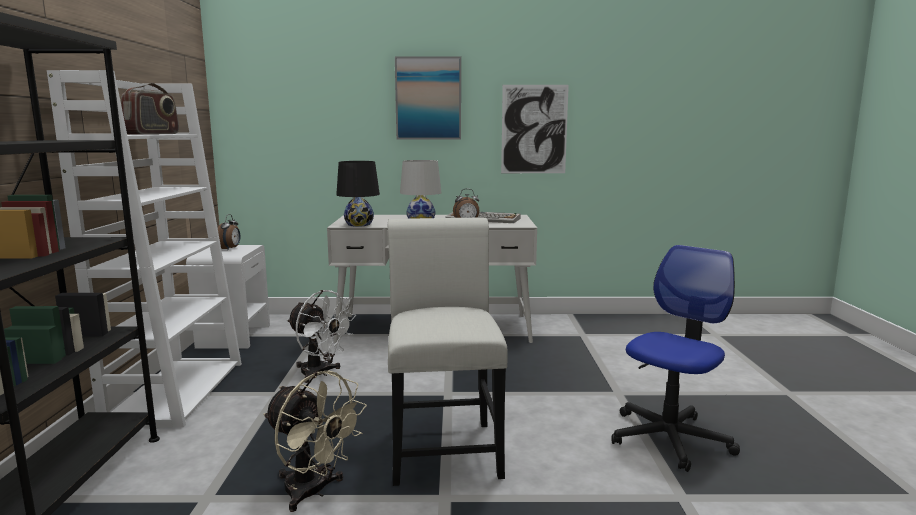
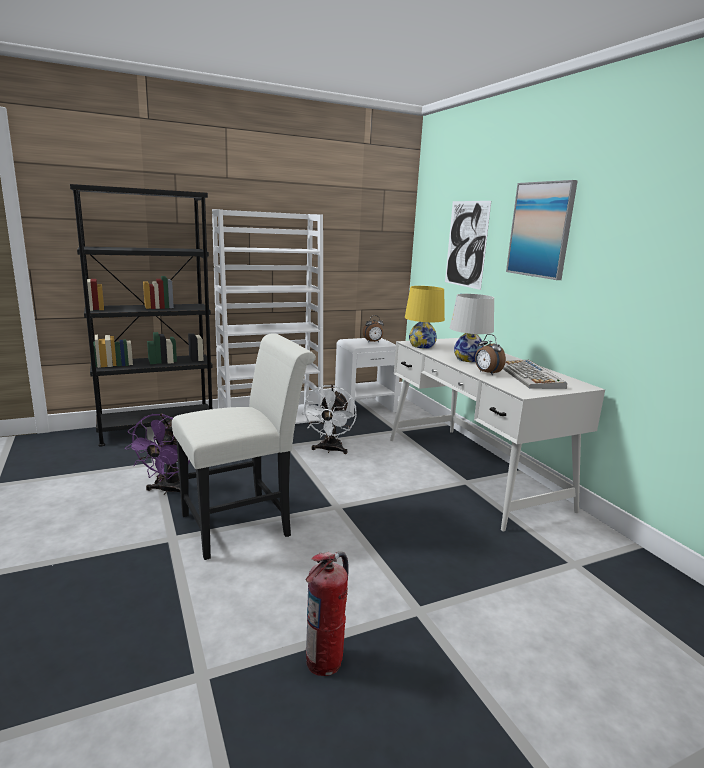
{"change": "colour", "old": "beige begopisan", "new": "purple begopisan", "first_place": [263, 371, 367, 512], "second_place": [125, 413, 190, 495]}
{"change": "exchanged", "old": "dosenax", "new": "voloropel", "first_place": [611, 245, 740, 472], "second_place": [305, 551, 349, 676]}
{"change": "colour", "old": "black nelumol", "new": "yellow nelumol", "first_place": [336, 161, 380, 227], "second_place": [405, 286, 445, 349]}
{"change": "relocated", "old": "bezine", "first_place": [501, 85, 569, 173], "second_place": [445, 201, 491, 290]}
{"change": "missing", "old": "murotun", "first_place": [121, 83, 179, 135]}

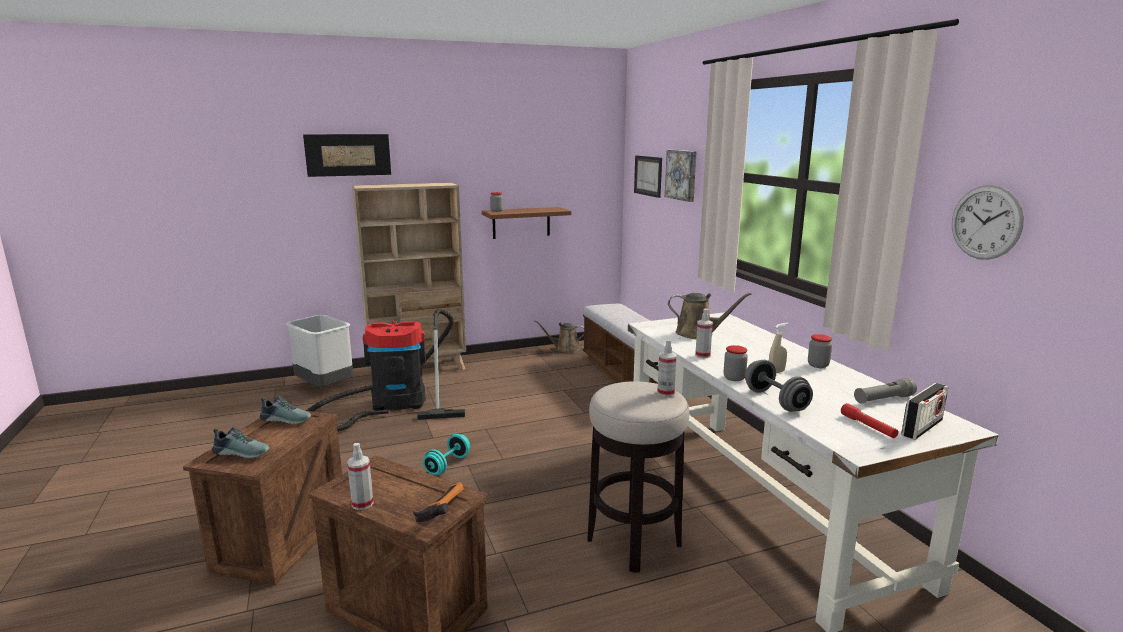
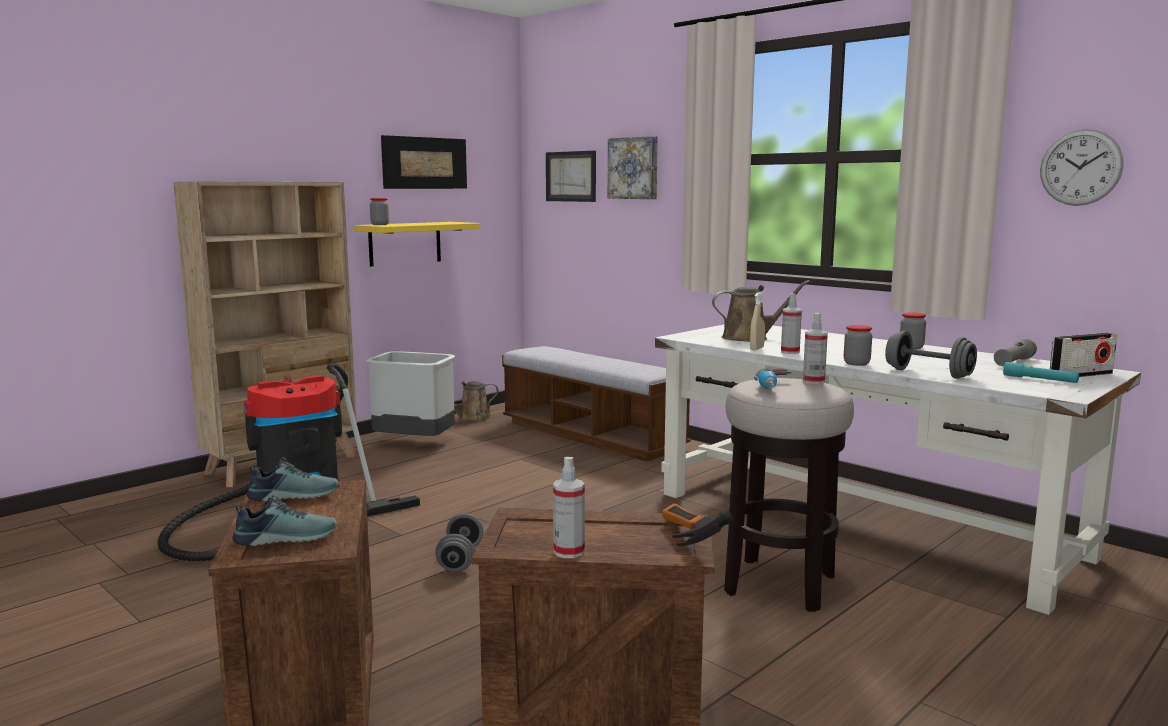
{"change": "colour", "old": "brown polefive", "new": "yellow polefive", "first_place": [482, 207, 572, 239], "second_place": [354, 222, 480, 267]}
{"change": "relocated", "old": "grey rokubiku", "first_place": [286, 315, 353, 386], "second_place": [367, 351, 455, 436]}
{"change": "relocated", "old": "bezine", "first_place": [303, 134, 391, 177], "second_place": [381, 135, 467, 189]}
{"change": "colour", "old": "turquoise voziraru", "new": "grey voziraru", "first_place": [423, 434, 470, 475], "second_place": [435, 513, 483, 572]}
{"change": "relocated", "old": "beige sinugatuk", "first_place": [769, 323, 788, 373], "second_place": [750, 291, 765, 350]}
{"change": "appeared", "new": "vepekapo", "second_place": [754, 368, 791, 389]}
{"change": "colour", "old": "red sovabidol", "new": "turquoise sovabidol", "first_place": [841, 403, 898, 438], "second_place": [1003, 362, 1079, 383]}
{"change": "spun", "old": "murotun", "first_place": [901, 383, 948, 440], "second_place": [1050, 333, 1117, 377], "degrees": 45}

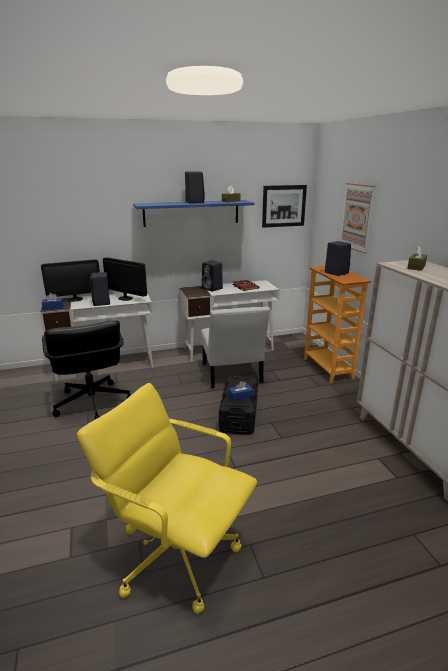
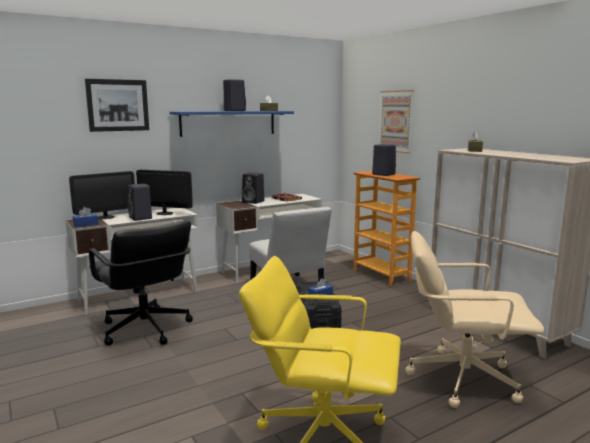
{"change": "relocated", "old": "bezine", "first_place": [262, 185, 307, 228], "second_place": [85, 79, 149, 132]}
{"change": "appeared", "new": "beige dosenax", "second_place": [405, 231, 545, 408]}

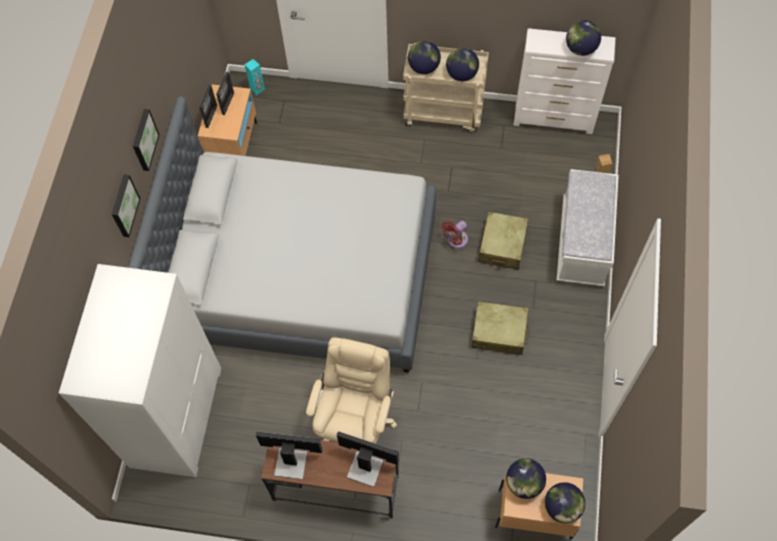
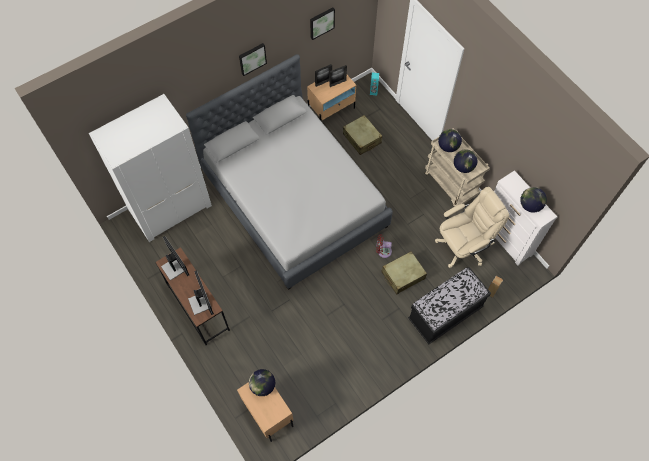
{"change": "relocated", "old": "bezine", "first_place": [112, 174, 140, 237], "second_place": [310, 7, 335, 40]}
{"change": "relocated", "old": "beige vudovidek", "first_place": [472, 301, 529, 355], "second_place": [343, 115, 382, 155]}
{"change": "colour", "old": "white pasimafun", "new": "black pasimafun", "first_place": [556, 169, 619, 286], "second_place": [408, 267, 491, 344]}
{"change": "relocated", "old": "beige dosenax", "first_place": [306, 337, 397, 444], "second_place": [435, 187, 509, 268]}
{"change": "missing", "old": "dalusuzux", "first_place": [545, 482, 585, 524]}

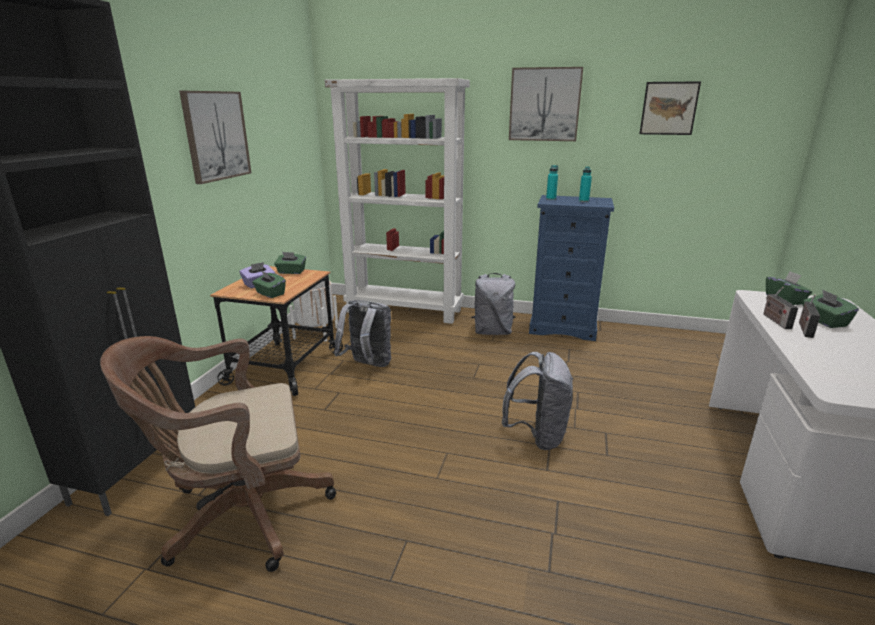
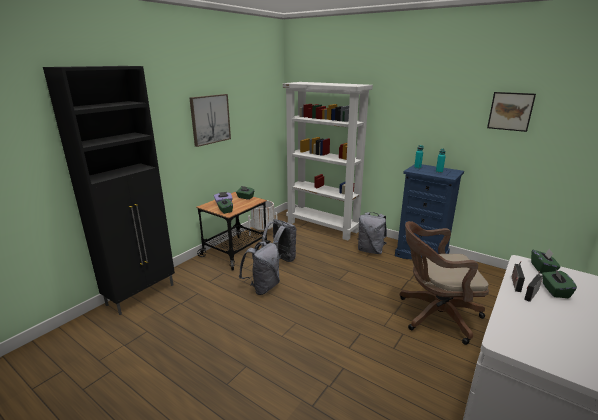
{"change": "relocated", "old": "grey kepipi", "first_place": [501, 352, 573, 450], "second_place": [239, 241, 280, 295]}
{"change": "relocated", "old": "brown dosenax", "first_place": [100, 336, 336, 572], "second_place": [400, 221, 489, 345]}
{"change": "missing", "old": "bezine", "first_place": [509, 67, 583, 141]}

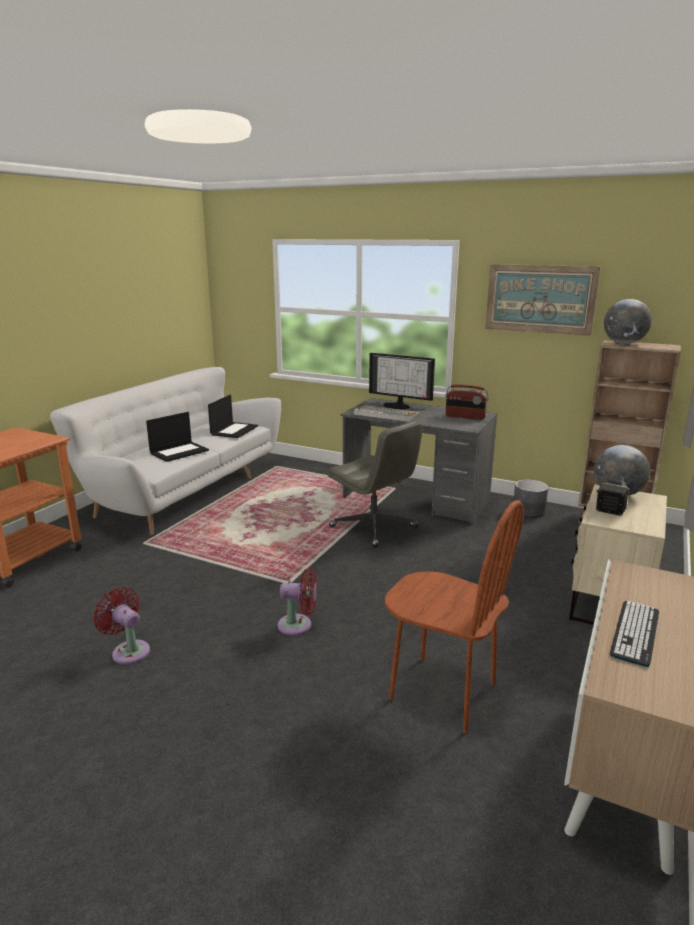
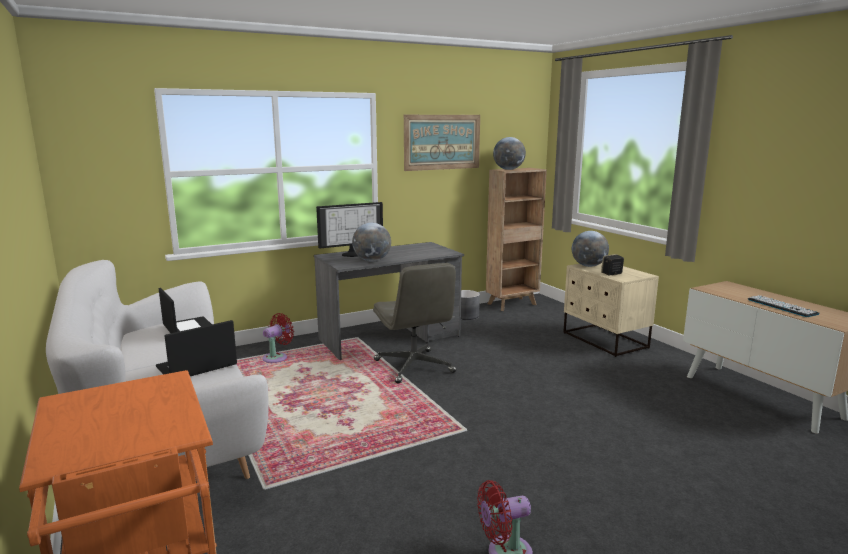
{"change": "spun", "old": "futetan", "first_place": [146, 412, 209, 462], "second_place": [156, 320, 237, 376], "degrees": -120}
{"change": "relocated", "old": "red begopisan", "first_place": [278, 568, 317, 636], "second_place": [262, 313, 294, 363]}
{"change": "exchanged", "old": "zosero", "new": "dalusuzux", "first_place": [354, 405, 420, 422], "second_place": [352, 223, 391, 262]}
{"change": "spun", "old": "grey dosenax", "first_place": [328, 421, 423, 547], "second_place": [373, 263, 456, 384], "degrees": 75}
{"change": "missing", "old": "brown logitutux", "first_place": [385, 500, 524, 733]}
{"change": "missing", "old": "murotun", "first_place": [446, 385, 489, 420]}

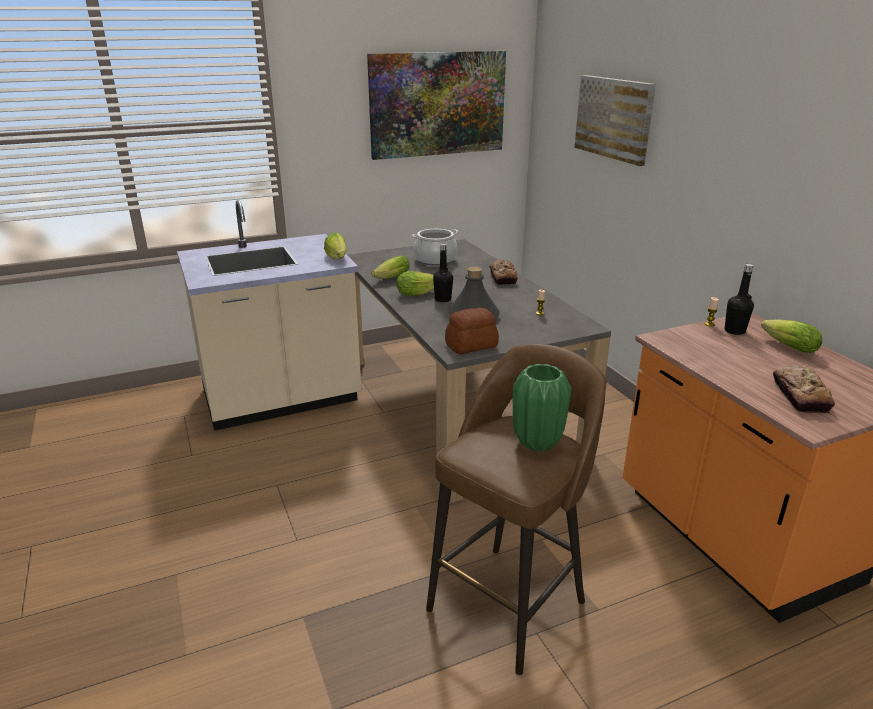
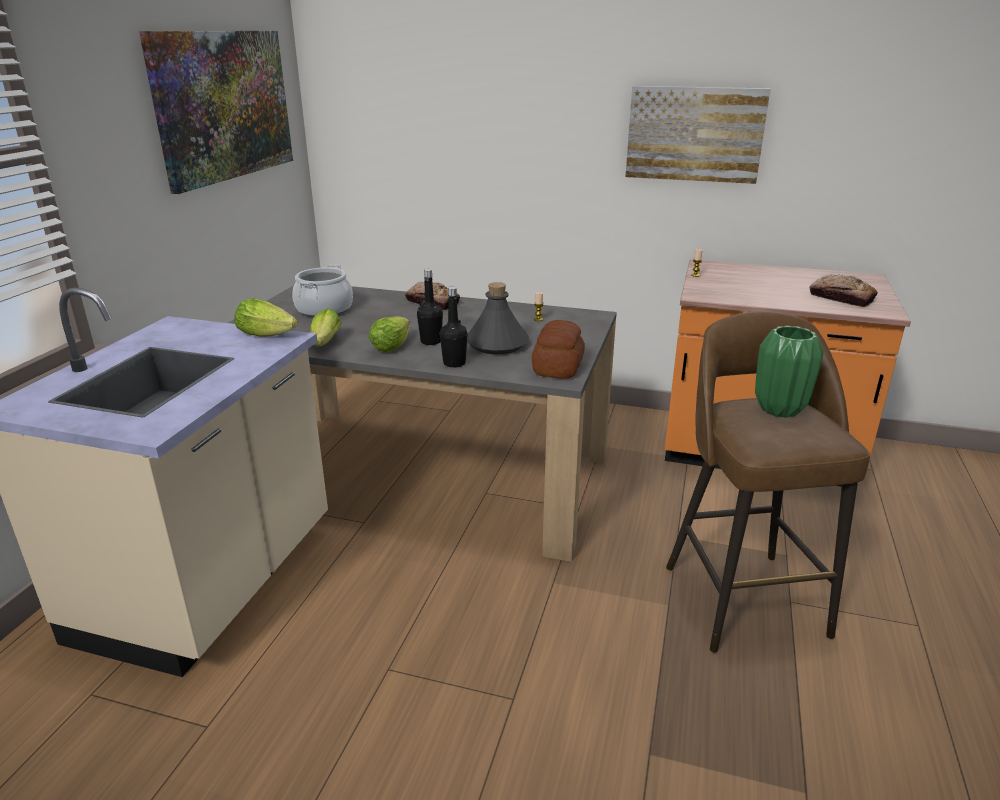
{"change": "relocated", "old": "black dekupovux", "first_place": [725, 264, 754, 335], "second_place": [440, 286, 468, 368]}
{"change": "relocated", "old": "bezine", "first_place": [575, 75, 656, 166], "second_place": [625, 86, 771, 184]}
{"change": "missing", "old": "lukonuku", "first_place": [761, 320, 822, 353]}

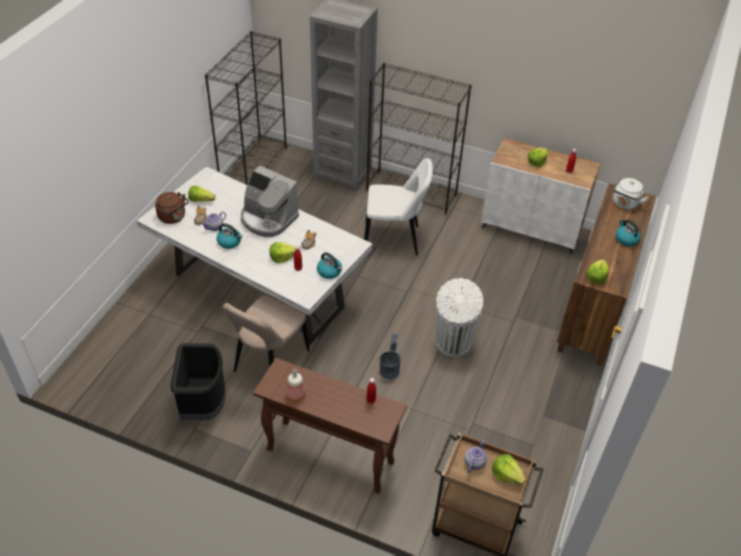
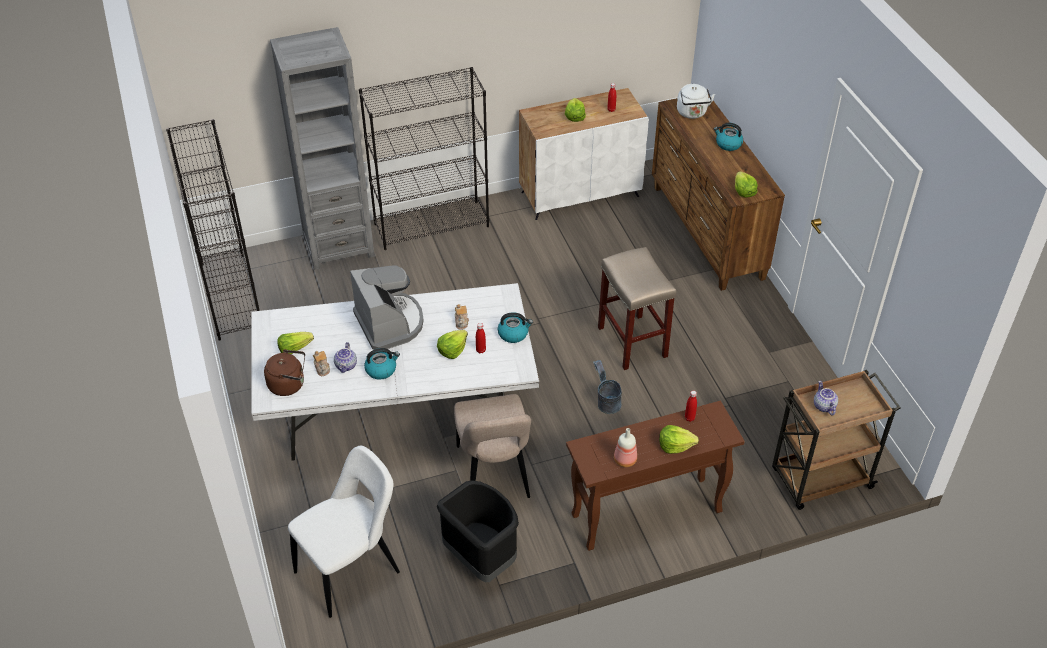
{"change": "relocated", "old": "white logitutux", "first_place": [364, 158, 433, 255], "second_place": [288, 446, 400, 618]}
{"change": "spun", "old": "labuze", "first_place": [241, 166, 299, 237], "second_place": [350, 265, 424, 349], "degrees": -105}
{"change": "exchanged", "old": "white rokubiku", "new": "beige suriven", "first_place": [436, 278, 484, 357], "second_place": [598, 247, 676, 370]}
{"change": "relocated", "old": "lukonuku", "first_place": [492, 454, 526, 485], "second_place": [659, 425, 699, 454]}

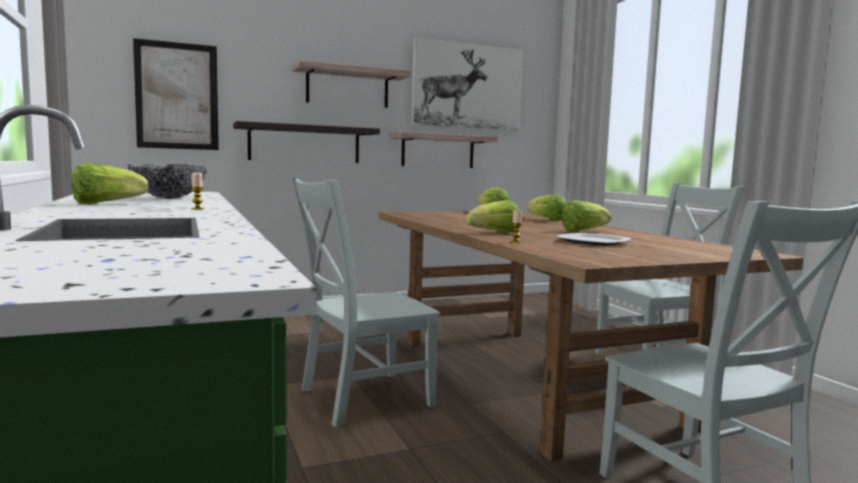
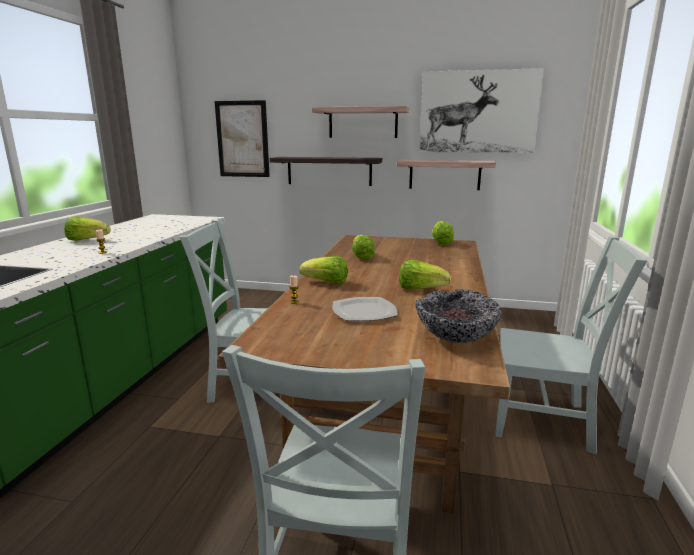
{"change": "relocated", "old": "lukonuku", "first_place": [526, 195, 567, 221], "second_place": [352, 235, 375, 260]}
{"change": "relocated", "old": "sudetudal", "first_place": [128, 164, 207, 199], "second_place": [416, 289, 502, 343]}

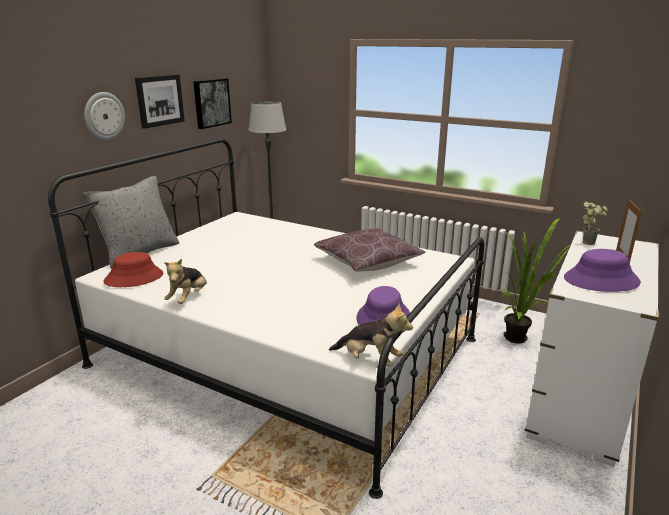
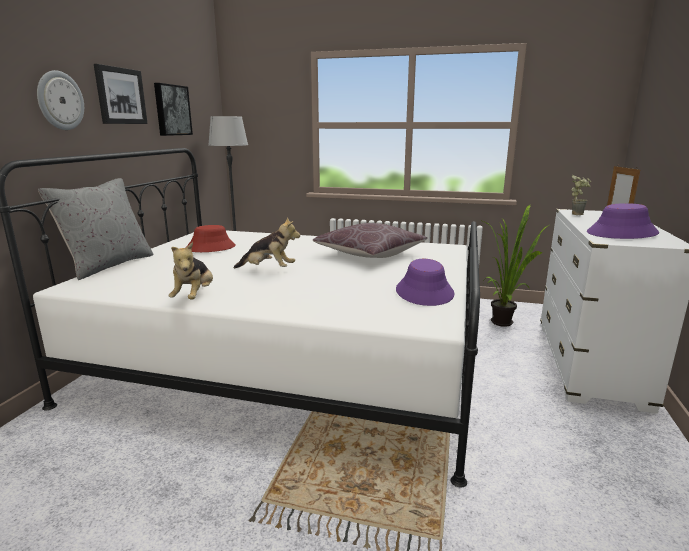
{"change": "relocated", "old": "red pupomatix", "first_place": [104, 252, 163, 287], "second_place": [186, 225, 236, 252]}
{"change": "relocated", "old": "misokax", "first_place": [329, 303, 413, 366], "second_place": [233, 217, 300, 268]}

